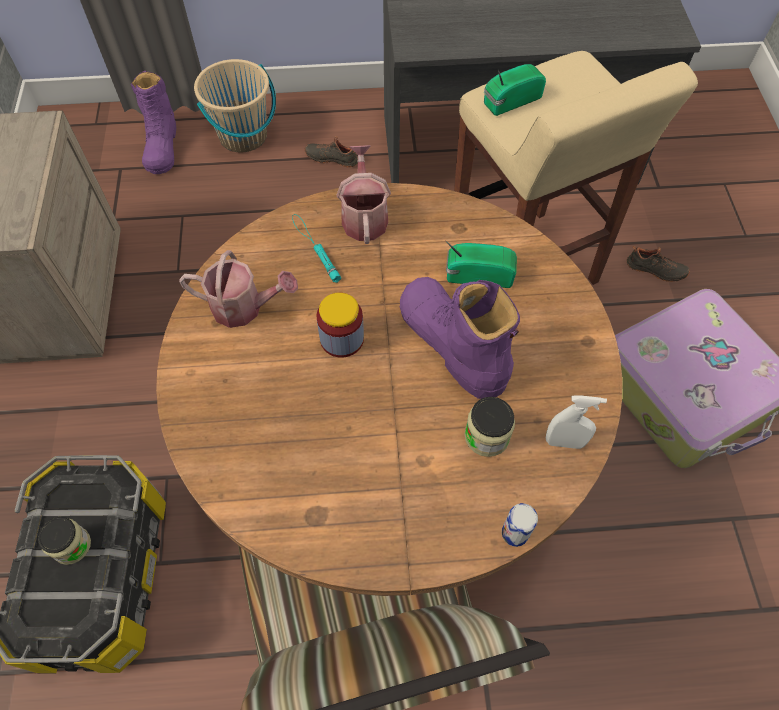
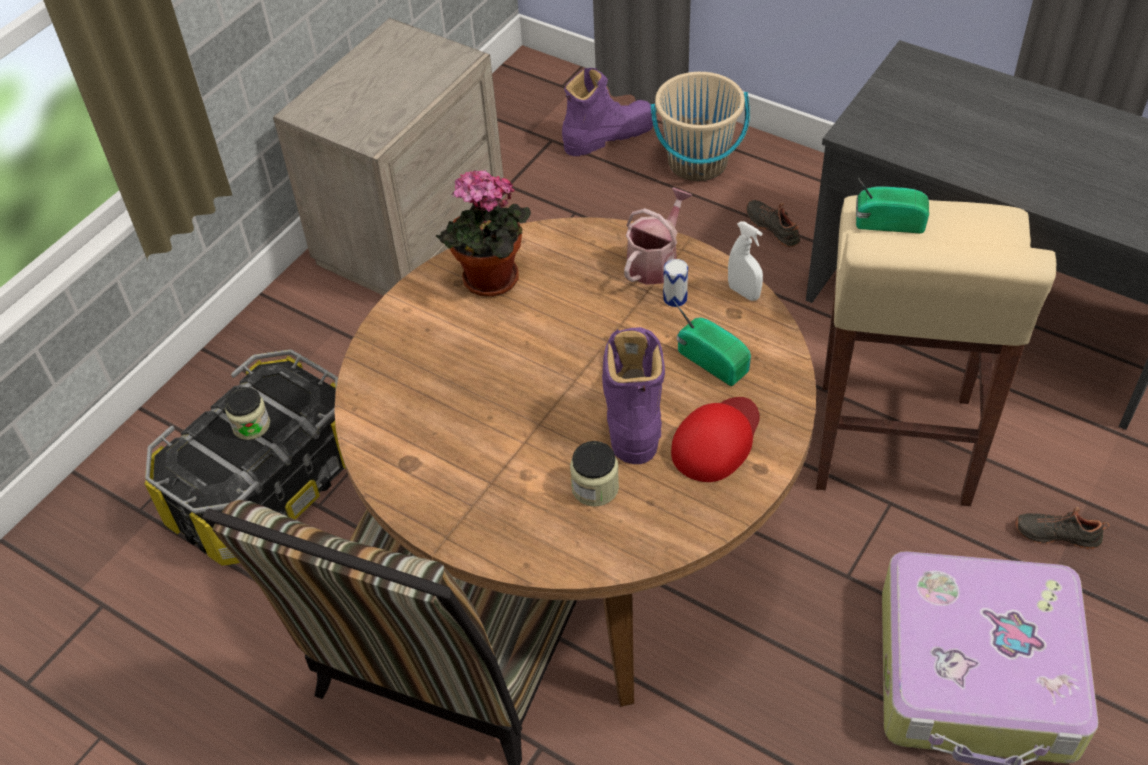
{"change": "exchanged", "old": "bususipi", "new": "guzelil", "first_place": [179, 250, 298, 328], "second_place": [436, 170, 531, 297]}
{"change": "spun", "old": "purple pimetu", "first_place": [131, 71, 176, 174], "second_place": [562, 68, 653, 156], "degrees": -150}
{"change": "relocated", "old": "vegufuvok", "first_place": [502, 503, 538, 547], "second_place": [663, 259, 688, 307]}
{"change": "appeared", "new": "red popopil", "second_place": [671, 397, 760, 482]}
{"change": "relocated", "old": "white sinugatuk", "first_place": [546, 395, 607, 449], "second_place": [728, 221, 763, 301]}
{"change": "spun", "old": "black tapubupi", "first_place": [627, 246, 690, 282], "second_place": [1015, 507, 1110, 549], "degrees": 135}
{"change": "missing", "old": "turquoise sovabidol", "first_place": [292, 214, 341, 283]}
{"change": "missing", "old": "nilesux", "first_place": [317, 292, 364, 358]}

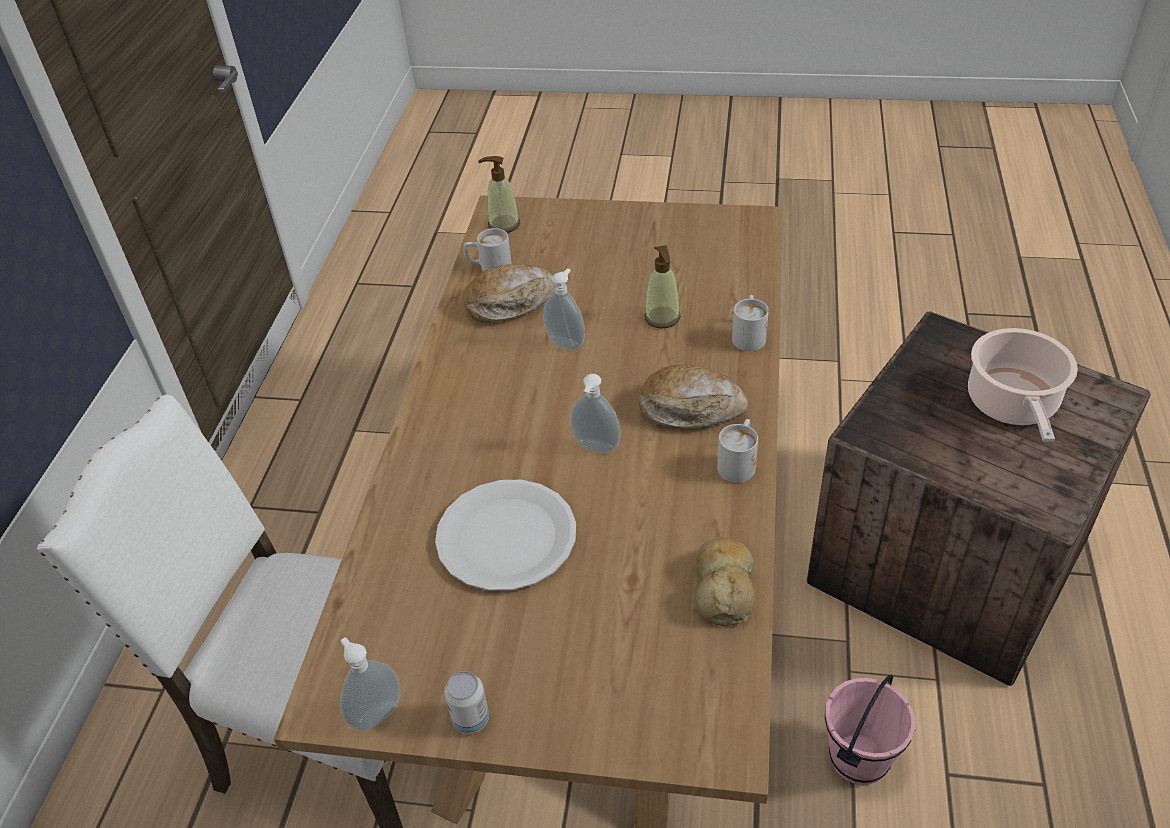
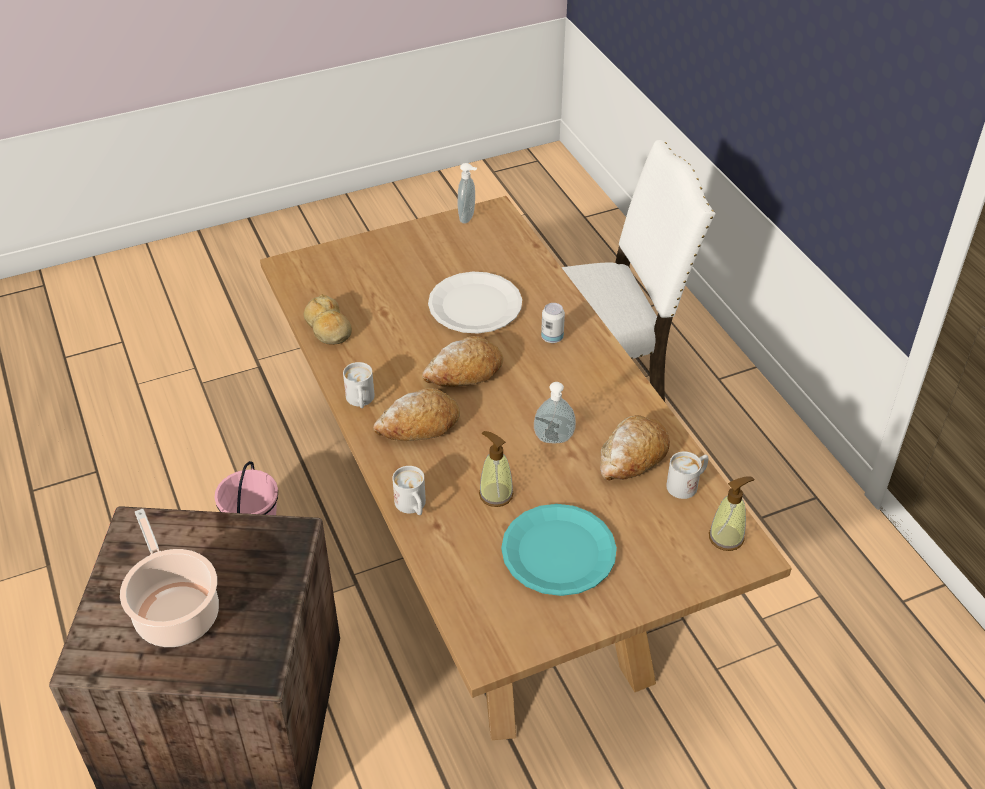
{"change": "exchanged", "old": "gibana", "new": "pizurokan", "first_place": [570, 374, 620, 453], "second_place": [422, 336, 503, 387]}
{"change": "appeared", "new": "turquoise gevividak", "second_place": [501, 504, 617, 596]}
{"change": "relocated", "old": "vegufuvok", "first_place": [444, 671, 489, 734], "second_place": [541, 303, 565, 343]}

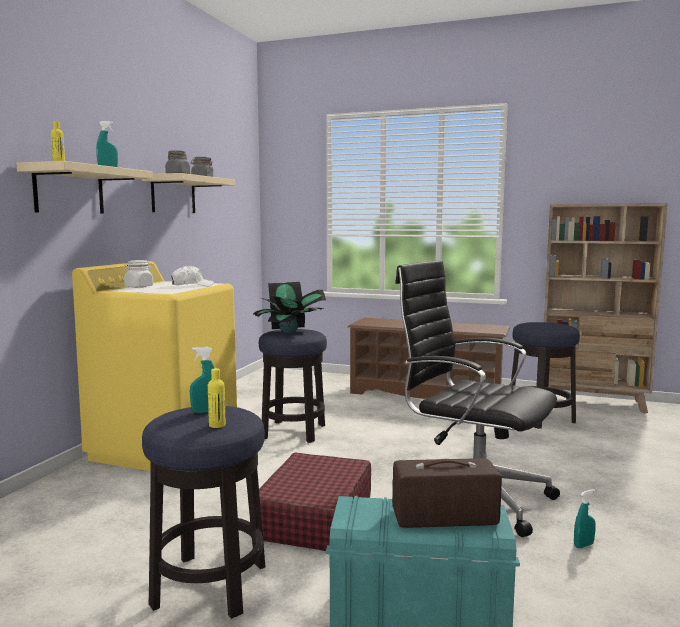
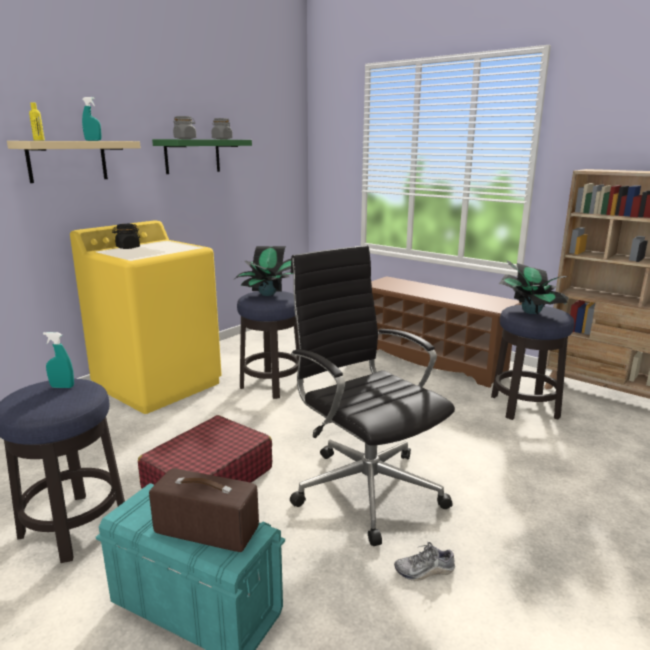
{"change": "colour", "old": "white nilesux", "new": "black nilesux", "first_place": [124, 260, 153, 288], "second_place": [112, 224, 140, 249]}
{"change": "colour", "old": "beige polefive", "new": "green polefive", "first_place": [142, 173, 235, 213], "second_place": [152, 139, 252, 174]}
{"change": "exchanged", "old": "turquoise sinugatuk", "new": "tapubupi", "first_place": [574, 489, 596, 548], "second_place": [394, 542, 455, 581]}
{"change": "appeared", "new": "guzelil", "second_place": [499, 260, 569, 314]}
{"change": "missing", "old": "white popopil", "first_place": [171, 265, 214, 286]}
{"change": "missing", "old": "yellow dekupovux", "first_place": [208, 368, 226, 428]}

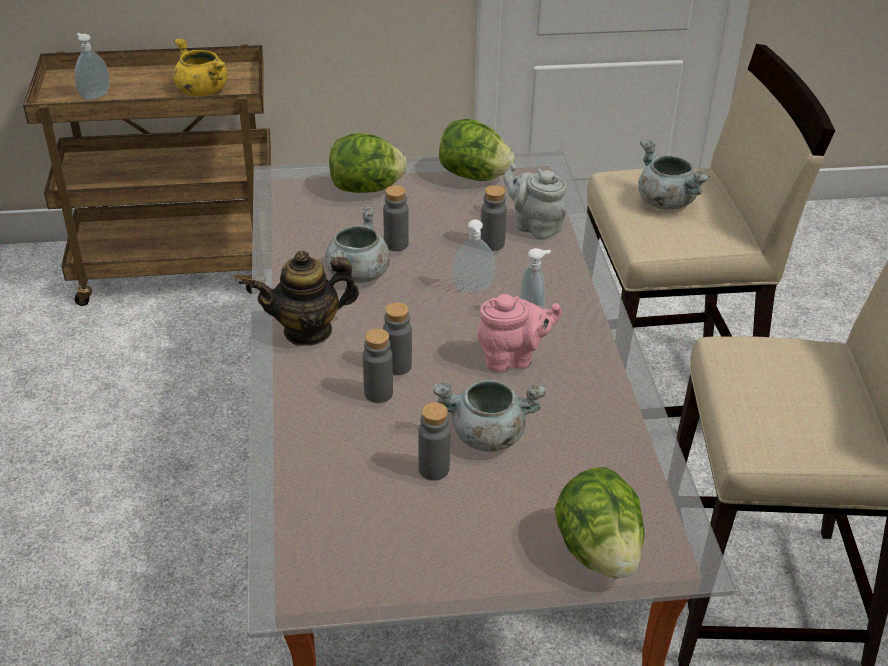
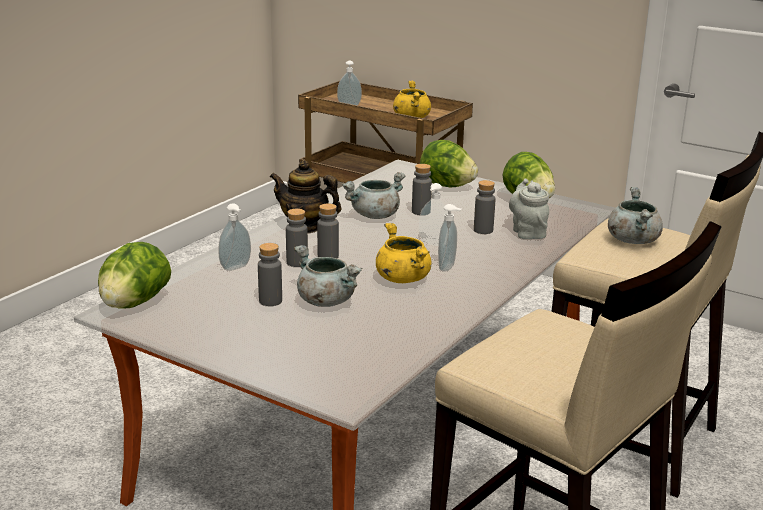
{"change": "relocated", "old": "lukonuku", "first_place": [555, 467, 645, 579], "second_place": [98, 242, 171, 309]}
{"change": "appeared", "new": "gibana", "second_place": [218, 203, 251, 271]}
{"change": "exchanged", "old": "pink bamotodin", "new": "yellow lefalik", "first_place": [477, 294, 562, 372], "second_place": [376, 223, 431, 283]}

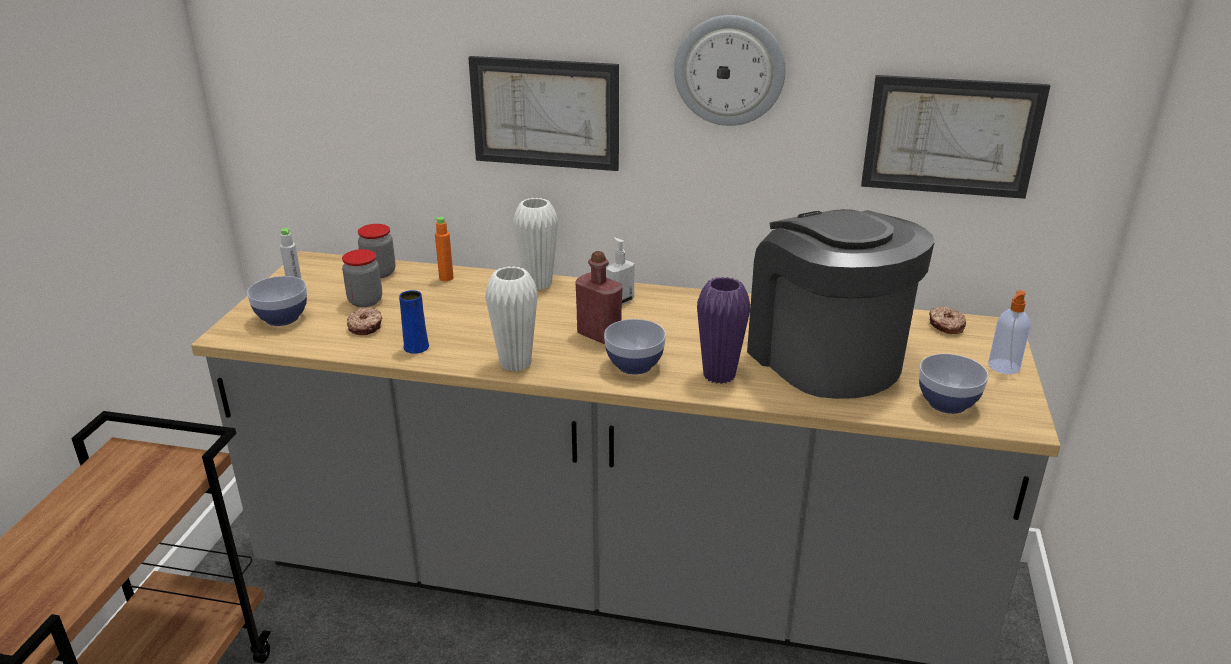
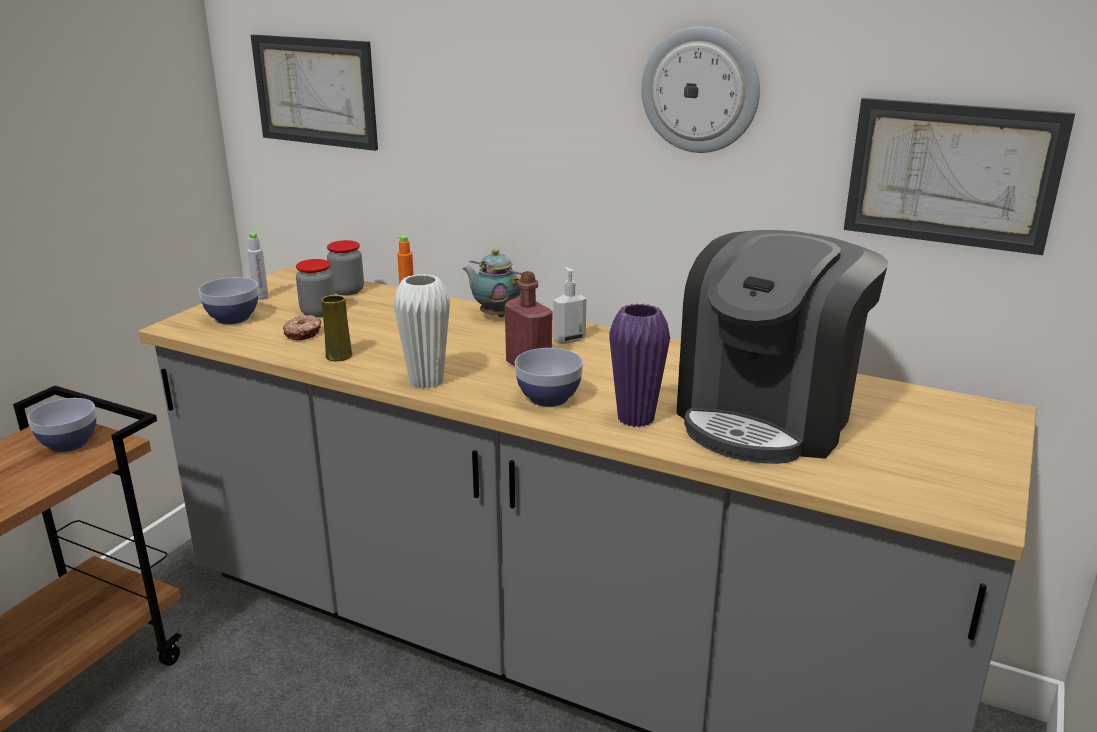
{"change": "relocated", "old": "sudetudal", "first_place": [919, 354, 988, 414], "second_place": [28, 398, 96, 452]}
{"change": "relocated", "old": "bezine", "first_place": [468, 56, 619, 171], "second_place": [251, 35, 378, 151]}
{"change": "colour", "old": "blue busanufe", "new": "yellow busanufe", "first_place": [399, 290, 429, 354], "second_place": [321, 295, 352, 361]}
{"change": "exchanged", "old": "white busanufe", "new": "bamotodin", "first_place": [513, 198, 558, 290], "second_place": [462, 249, 522, 318]}
{"change": "spun", "old": "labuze", "first_place": [747, 209, 934, 399], "second_place": [676, 230, 888, 464], "degrees": -135}
{"change": "missing", "old": "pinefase", "first_place": [929, 307, 966, 334]}
{"change": "missing", "old": "gibana", "first_place": [988, 290, 1031, 374]}

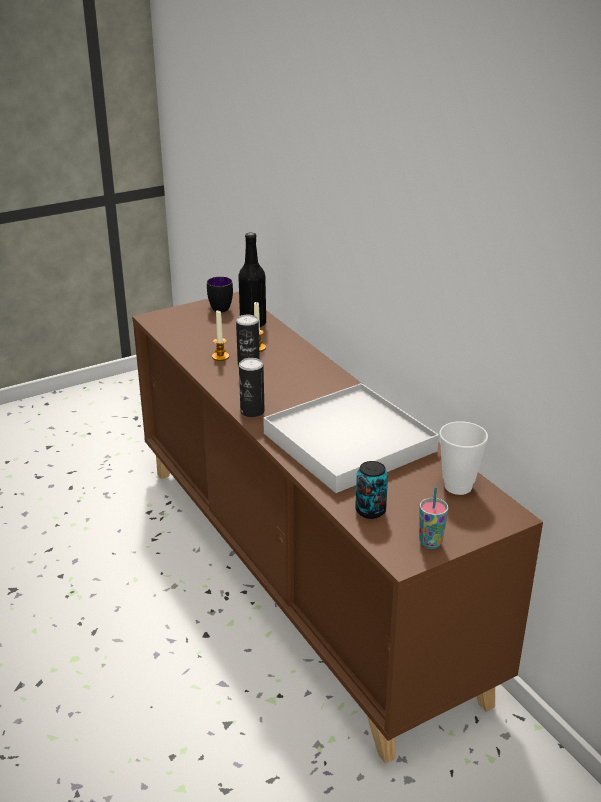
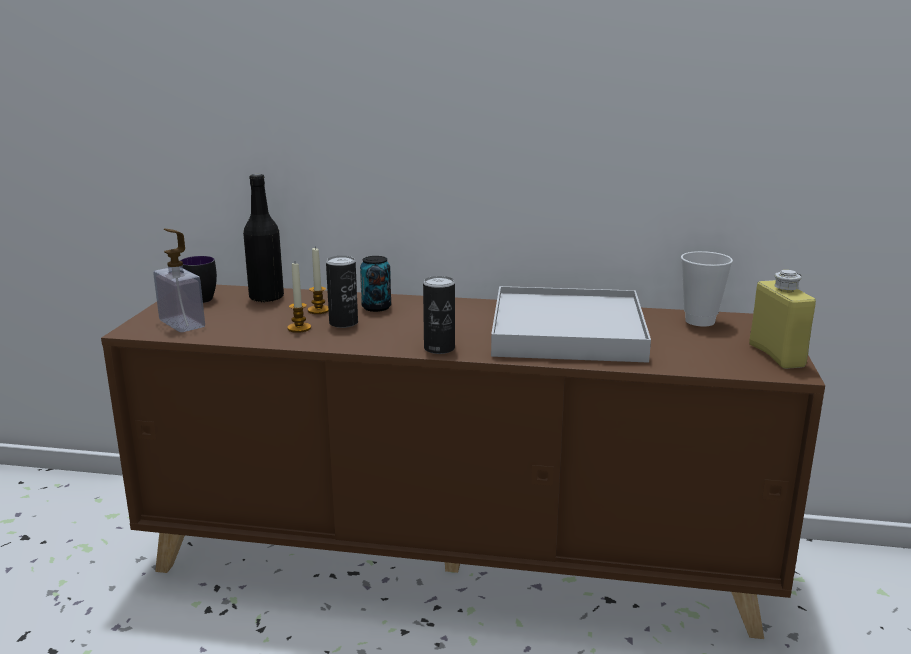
{"change": "appeared", "new": "gibana", "second_place": [153, 228, 205, 332]}
{"change": "relocated", "old": "vegufuvok", "first_place": [355, 461, 388, 519], "second_place": [360, 256, 391, 312]}
{"change": "exchanged", "old": "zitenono", "new": "yellow dekupovux", "first_place": [419, 487, 448, 549], "second_place": [749, 270, 816, 369]}

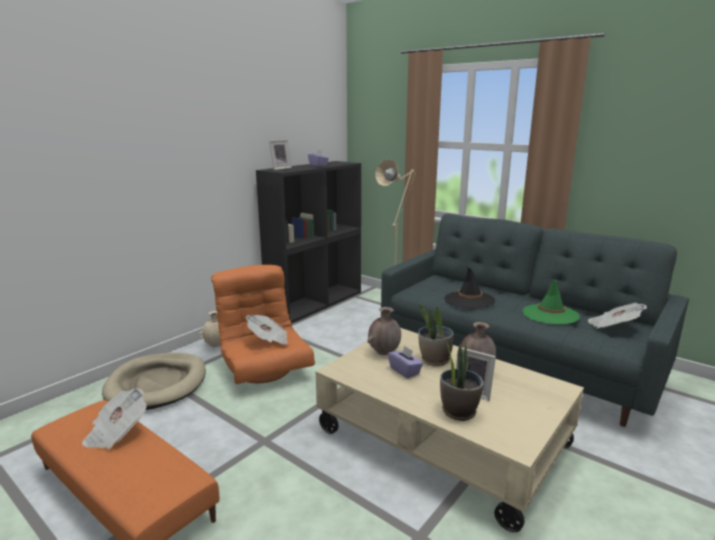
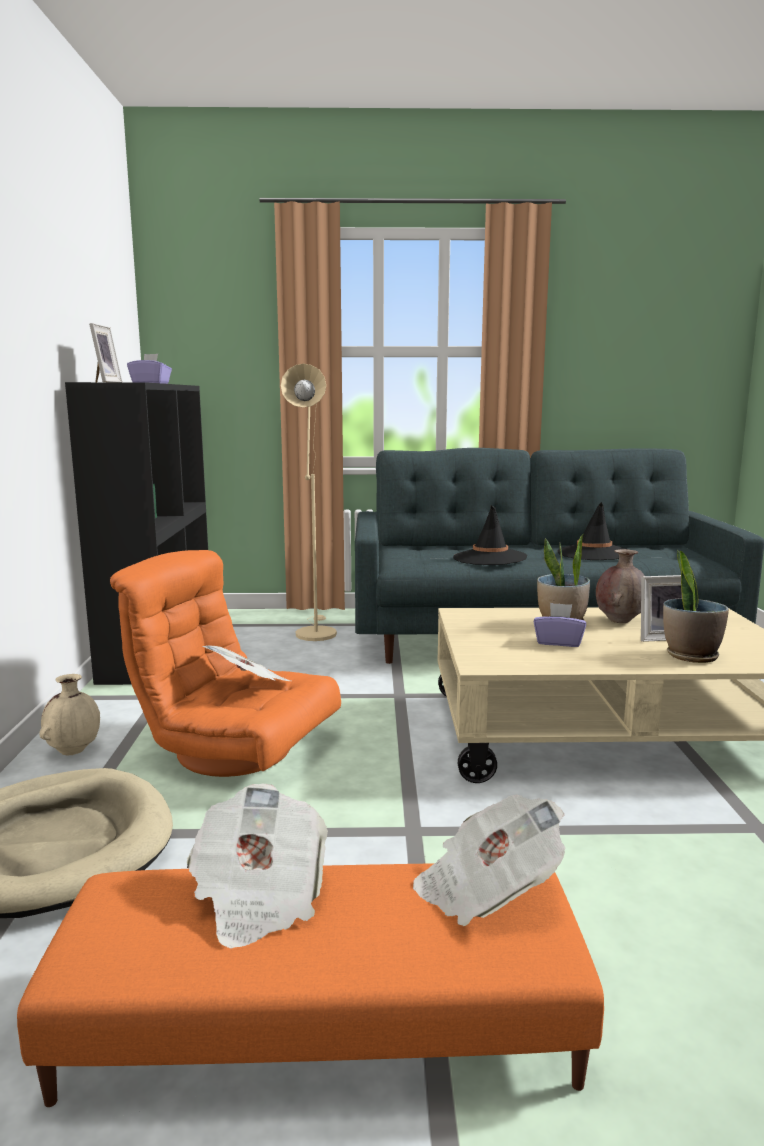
{"change": "relocated", "old": "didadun", "first_place": [587, 303, 647, 329], "second_place": [413, 794, 565, 926]}
{"change": "colour", "old": "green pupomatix", "new": "black pupomatix", "first_place": [522, 280, 580, 325], "second_place": [557, 502, 626, 560]}
{"change": "missing", "old": "brown busanufe", "first_place": [368, 307, 401, 355]}

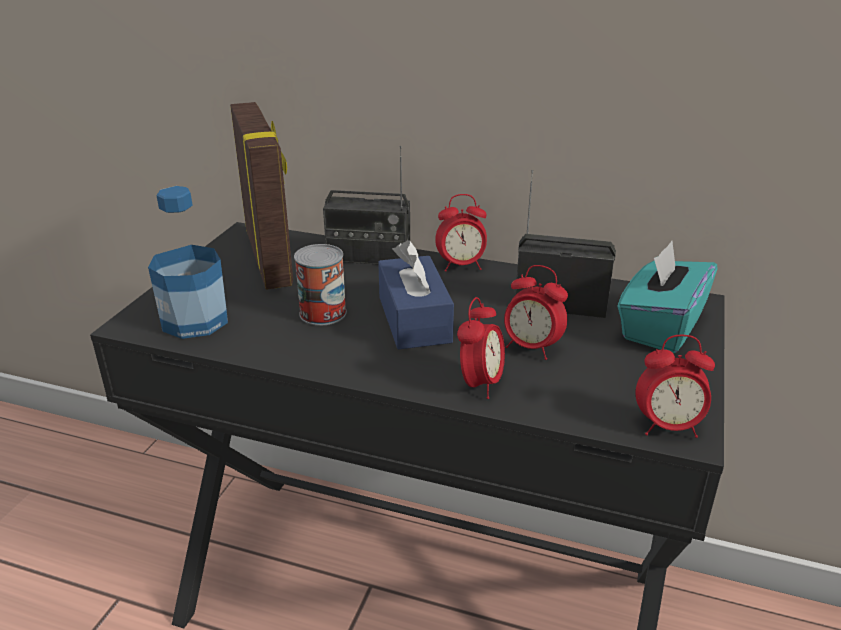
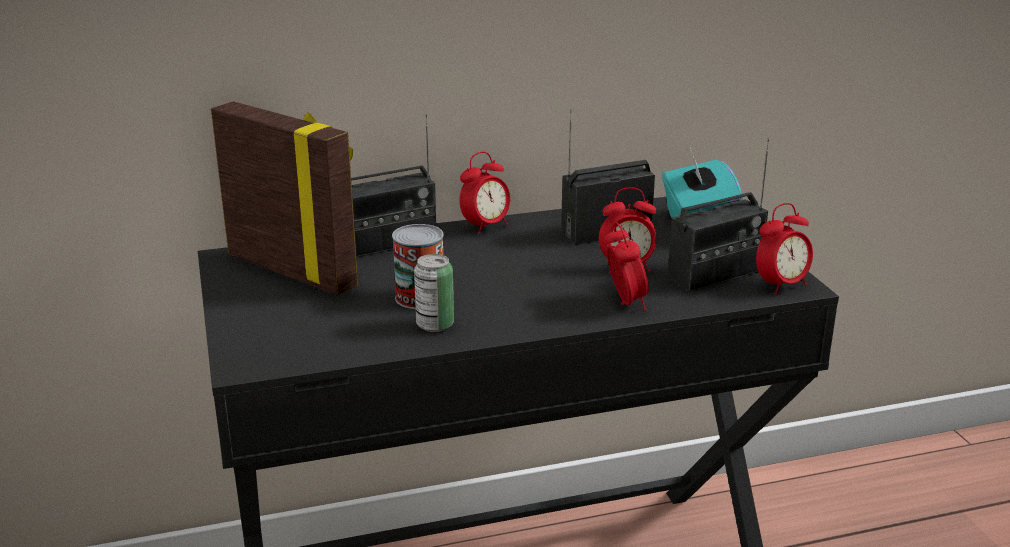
{"change": "appeared", "new": "vegufuvok", "second_place": [414, 254, 454, 332]}
{"change": "appeared", "new": "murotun", "second_place": [668, 139, 769, 292]}
{"change": "missing", "old": "dekupovux", "first_place": [148, 186, 228, 339]}
{"change": "missing", "old": "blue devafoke", "first_place": [378, 240, 454, 350]}

